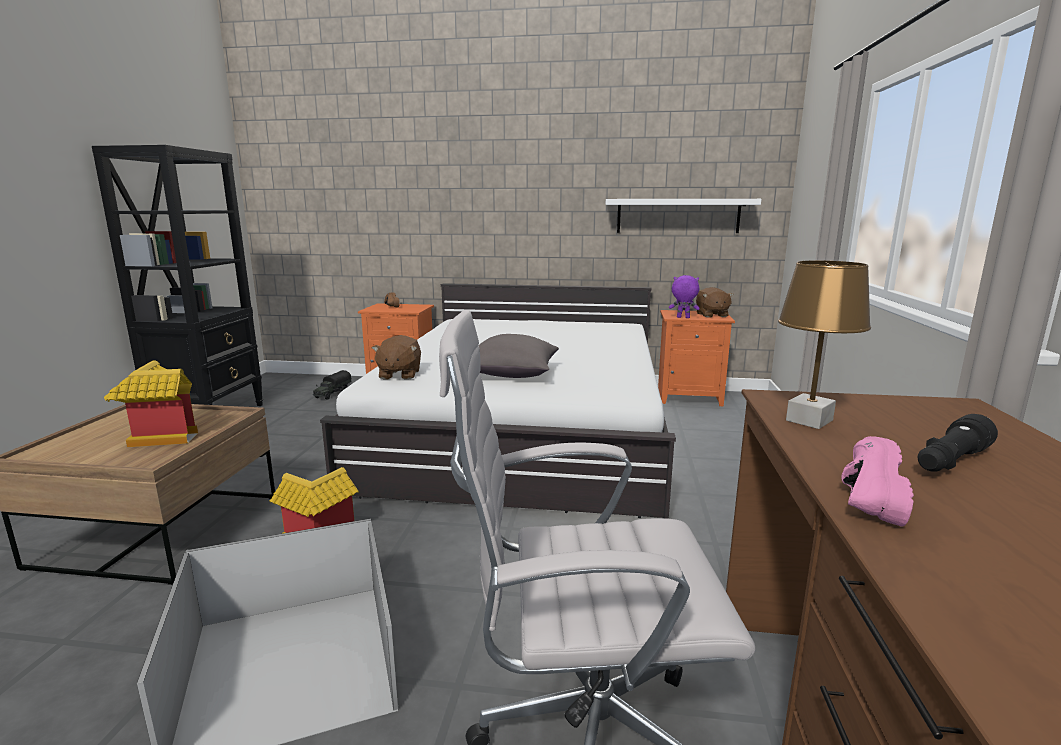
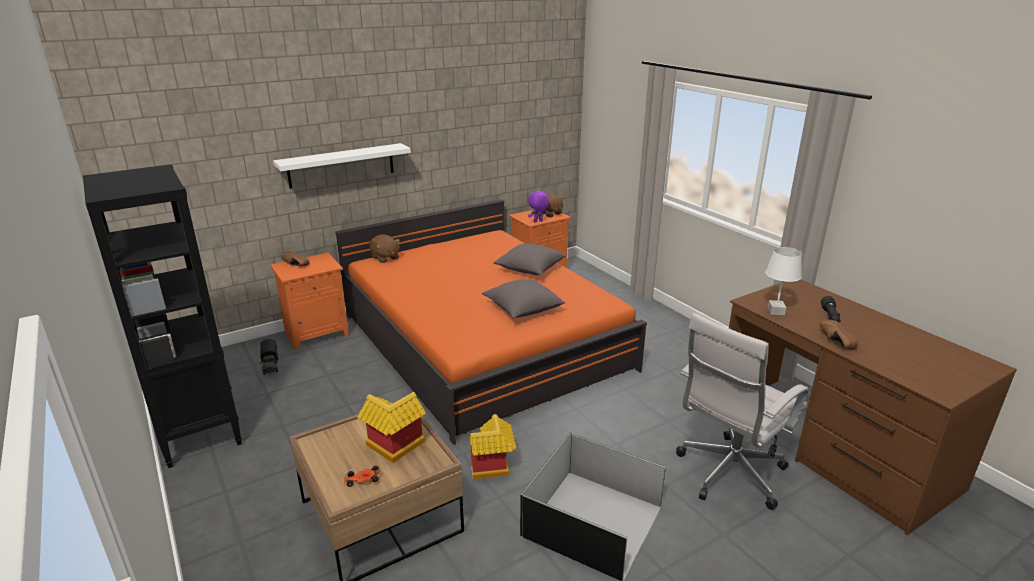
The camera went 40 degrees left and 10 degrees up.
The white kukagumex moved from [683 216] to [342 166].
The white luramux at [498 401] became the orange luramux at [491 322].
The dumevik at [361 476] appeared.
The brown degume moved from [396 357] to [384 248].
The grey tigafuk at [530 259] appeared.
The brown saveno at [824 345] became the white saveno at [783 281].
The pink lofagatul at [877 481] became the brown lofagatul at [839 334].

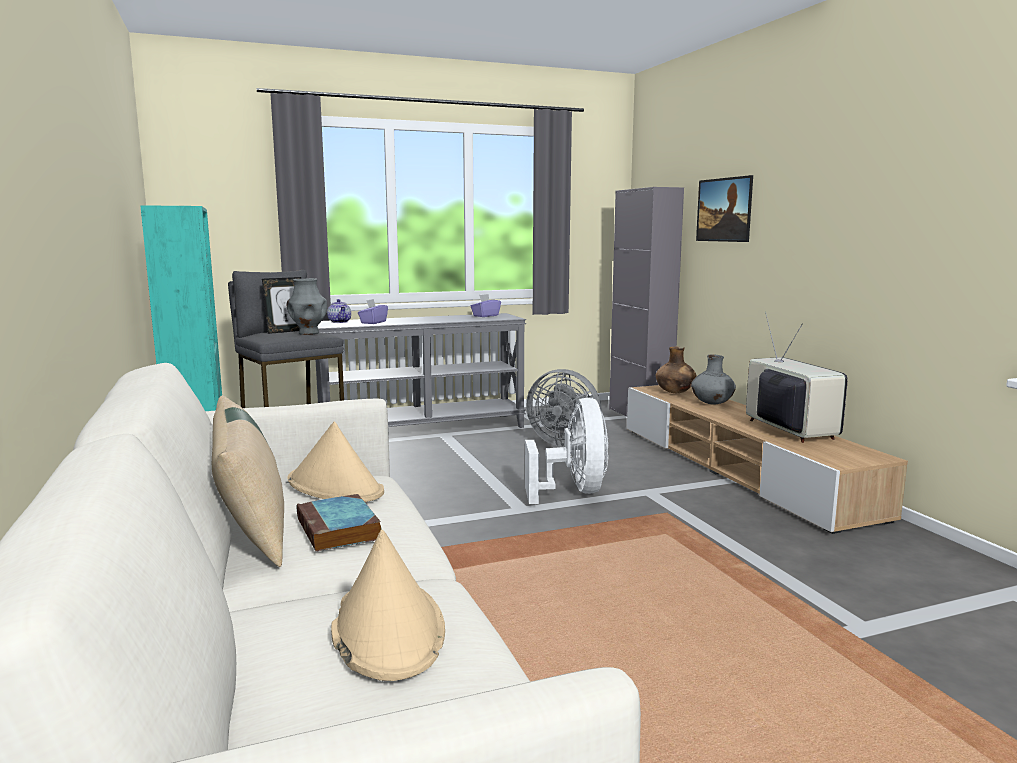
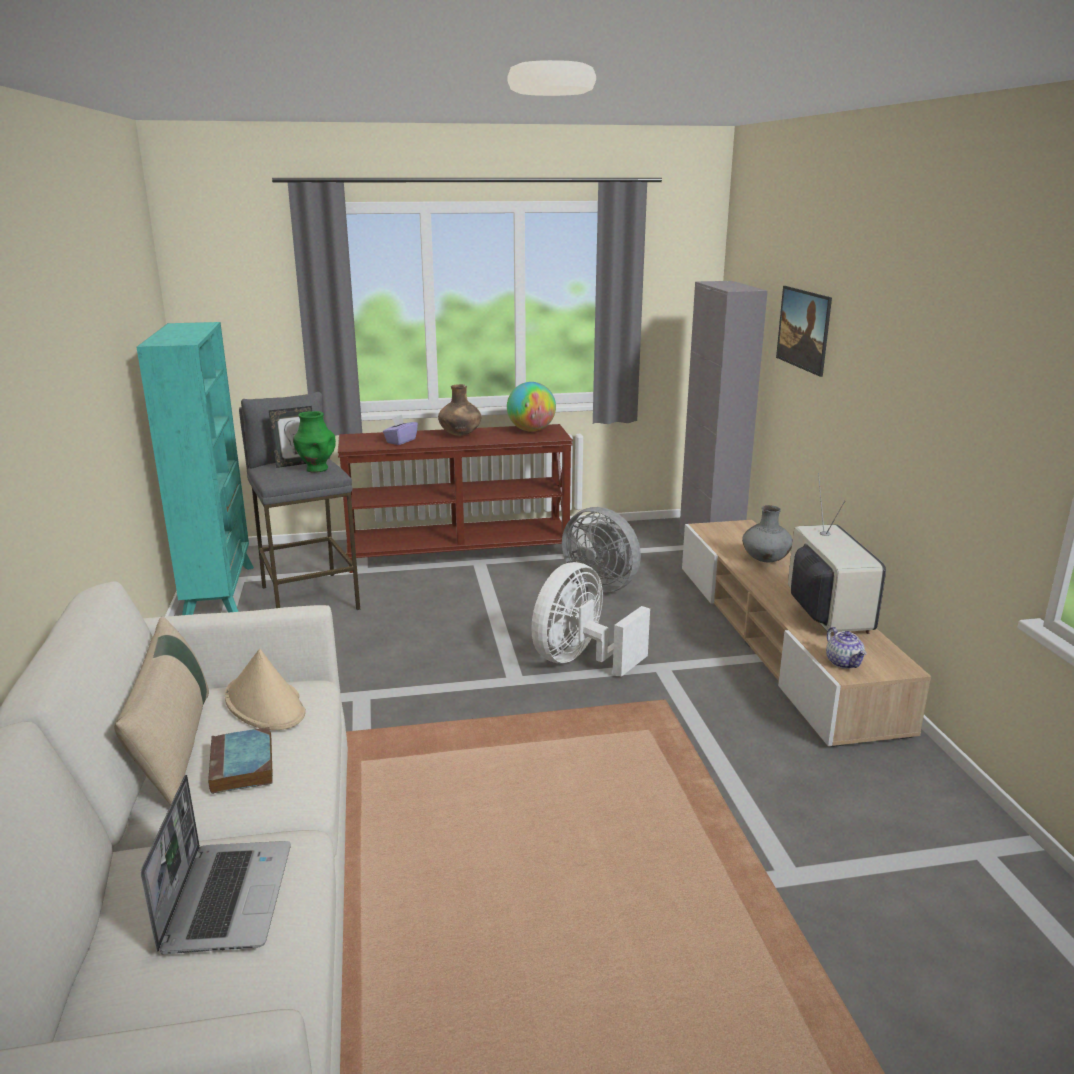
The camera went 10 degrees right and 10 degrees up.
The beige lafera at [388 605] was replaced by the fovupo at [216 864].
The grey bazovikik at [306 306] became the green bazovikik at [314 442].
The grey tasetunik at [421 370] became the brown tasetunik at [455 498].
The brown bazovikik moved from [676 369] to [459 410].
The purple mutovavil at [486 305] was replaced by the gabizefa at [531 407].
The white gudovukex at [567 451] turned 150 degrees counterclockwise.
The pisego moved from [339 311] to [846 648].

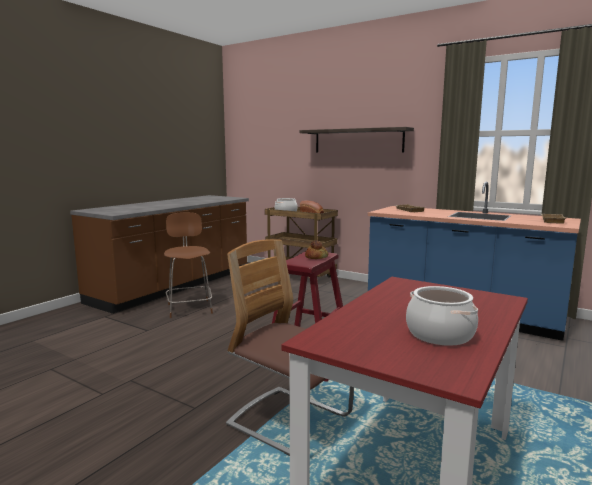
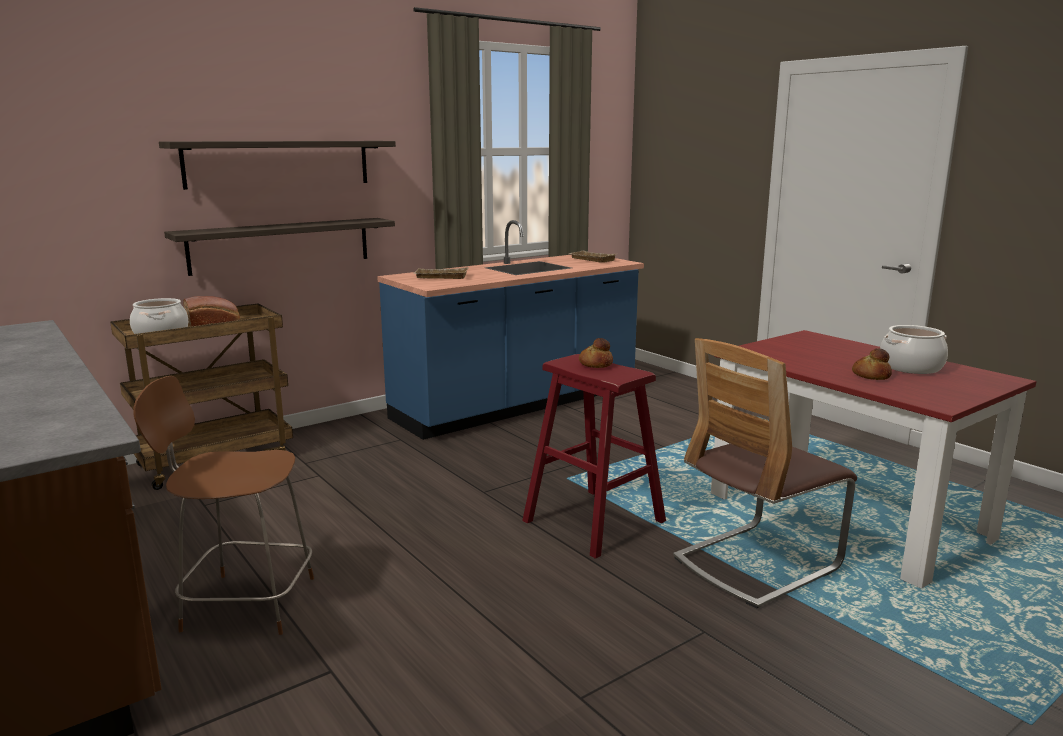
The camera went 70 degrees left and 5 degrees up.
The kukagumex at [279 247] appeared.
The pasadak at [872 364] appeared.

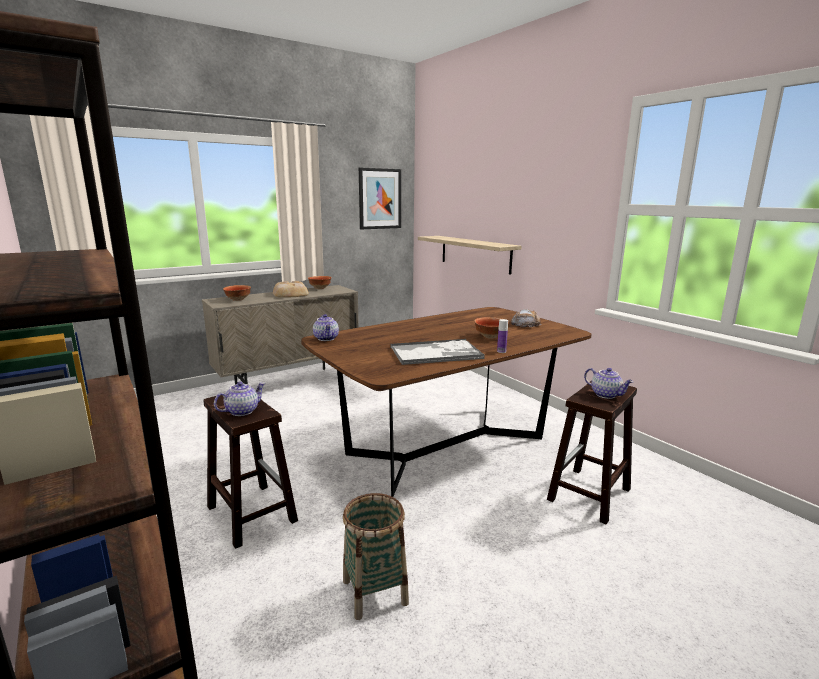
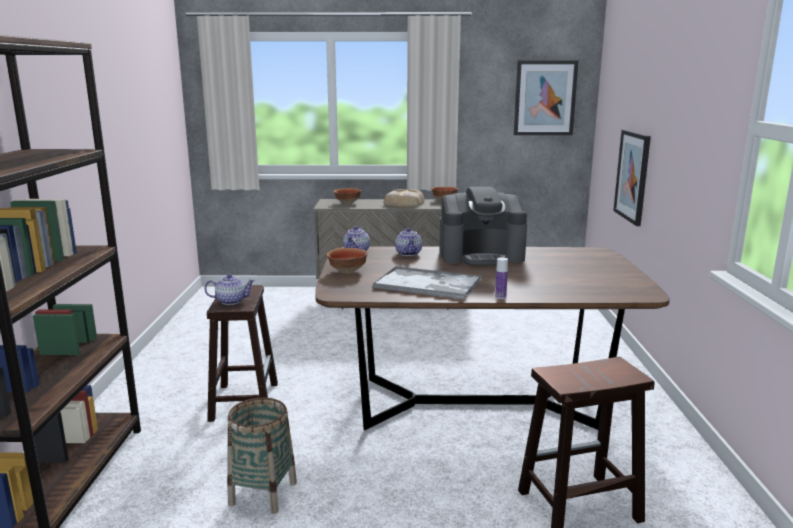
The camera went 35 degrees right and 0 degrees up.
The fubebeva moved from [491 328] to [347 261].
The pisego moved from [608 383] to [408 242].
The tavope at [483 226] appeared.
The kukagumex at [470 255] was replaced by the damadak at [632 178].
The pasadak at [526 318] disappeared.

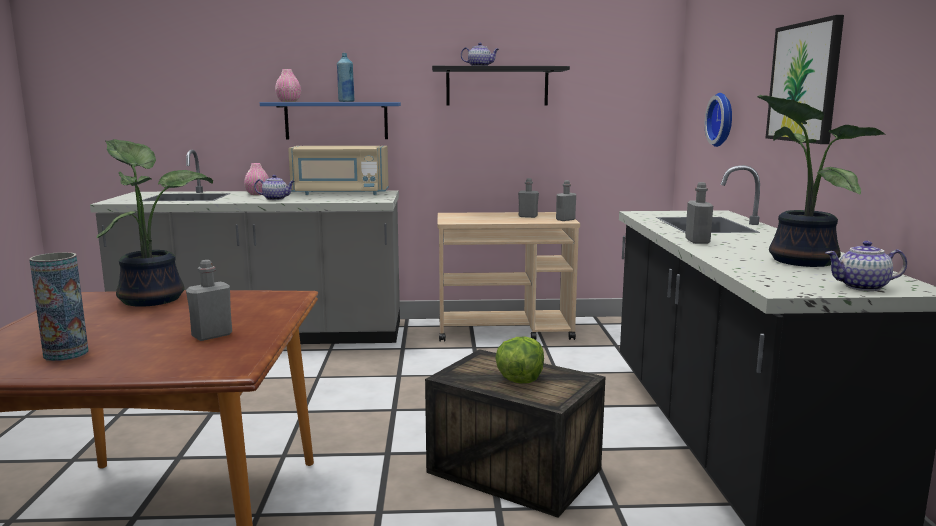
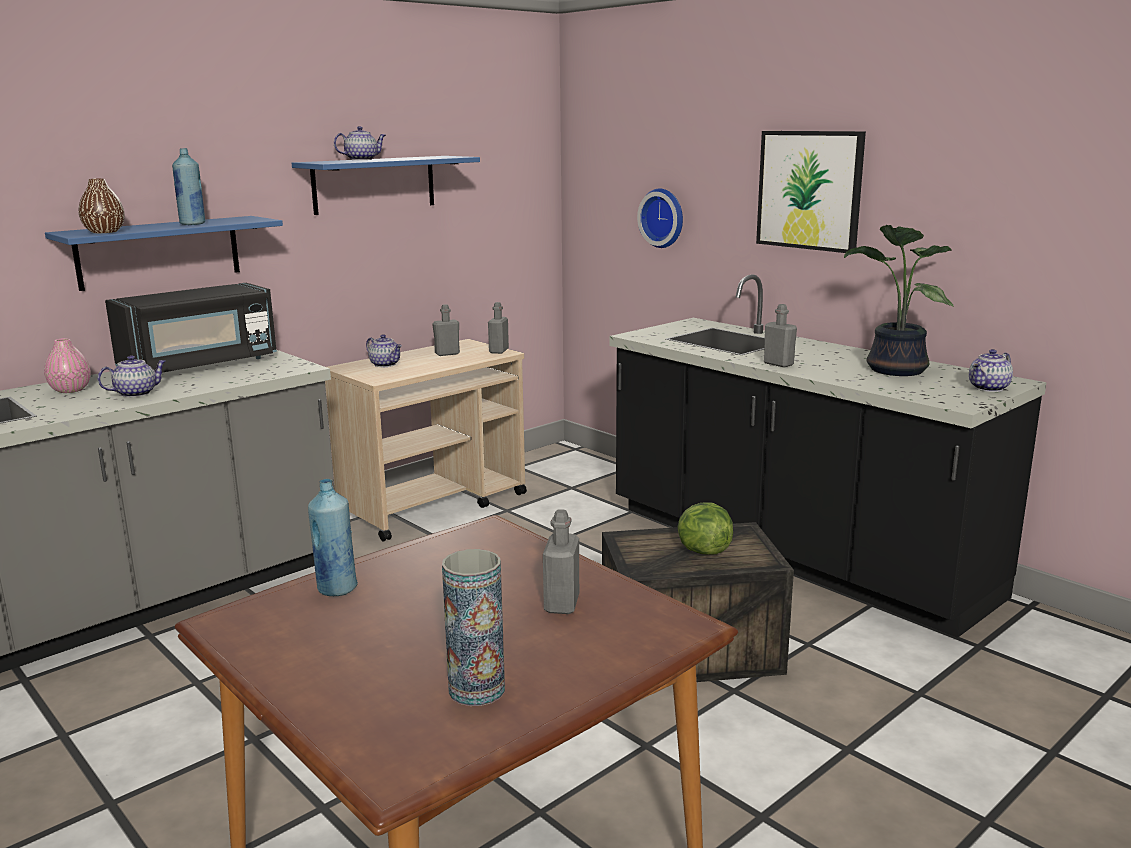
The camera went 40 degrees left and 5 degrees up.
The pink bazovikik at [288 85] became the brown bazovikik at [101 205].
The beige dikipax at [338 170] became the black dikipax at [191 328].
The black kukagumex at [501 85] became the blue kukagumex at [386 185].
The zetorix at [155 222] was replaced by the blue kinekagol at [333 537].
The pisego at [384 350] appeared.

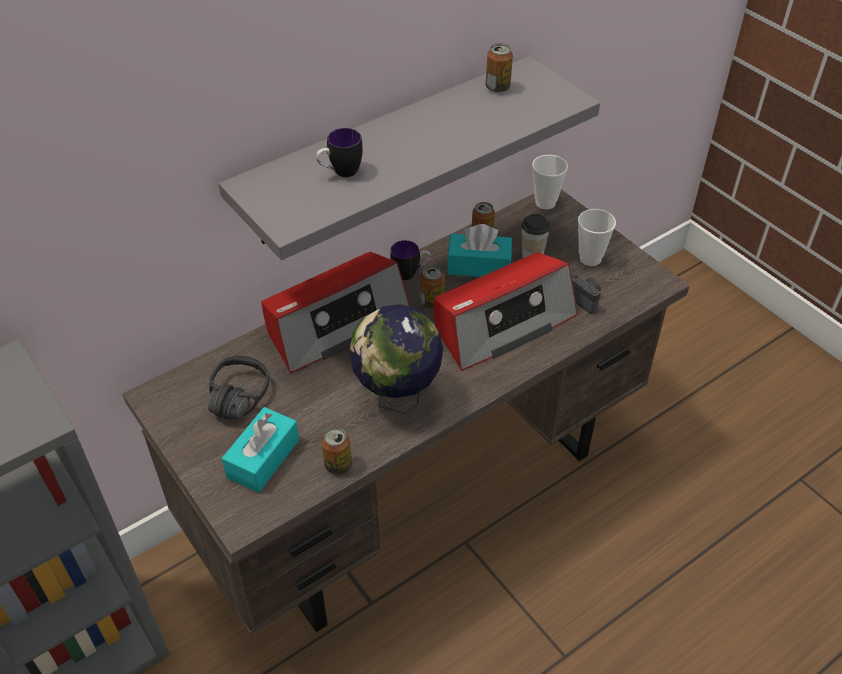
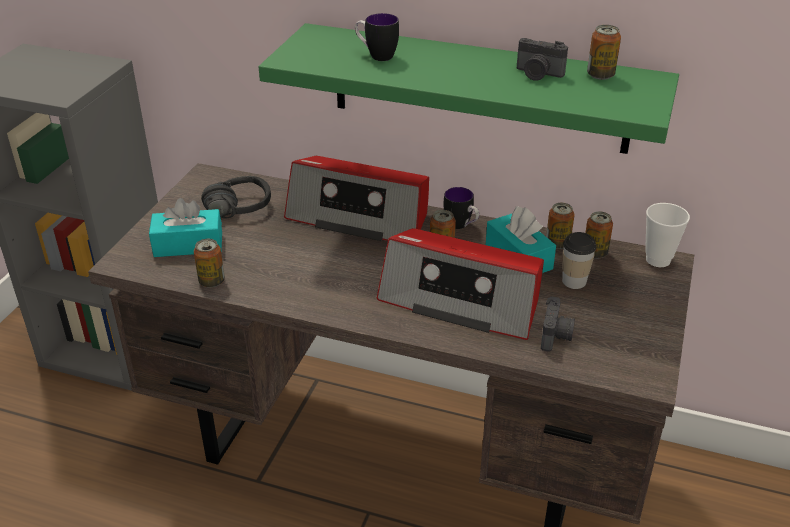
The camera went 55 degrees right and 10 degrees down.
The grey kukagumex at [409 158] became the green kukagumex at [469 88].
The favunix at [542 59] appeared.
The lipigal at [599 235] appeared.
The gabizefa at [396 359] disappeared.
The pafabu at [597 237] disappeared.

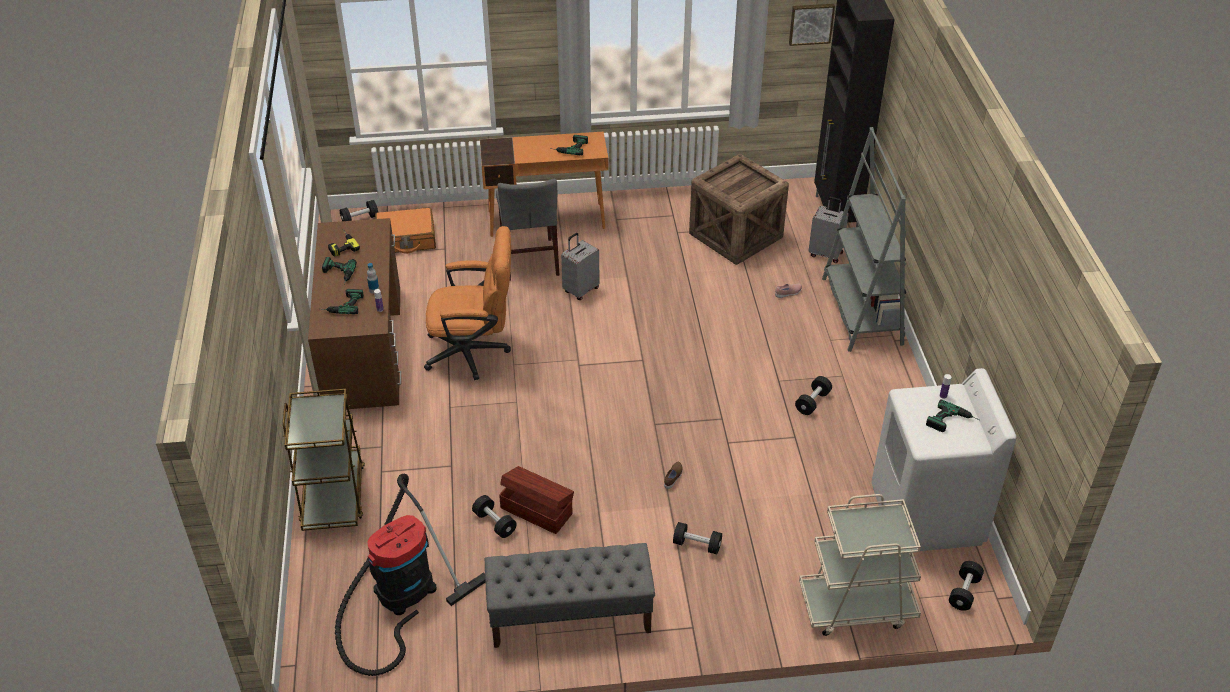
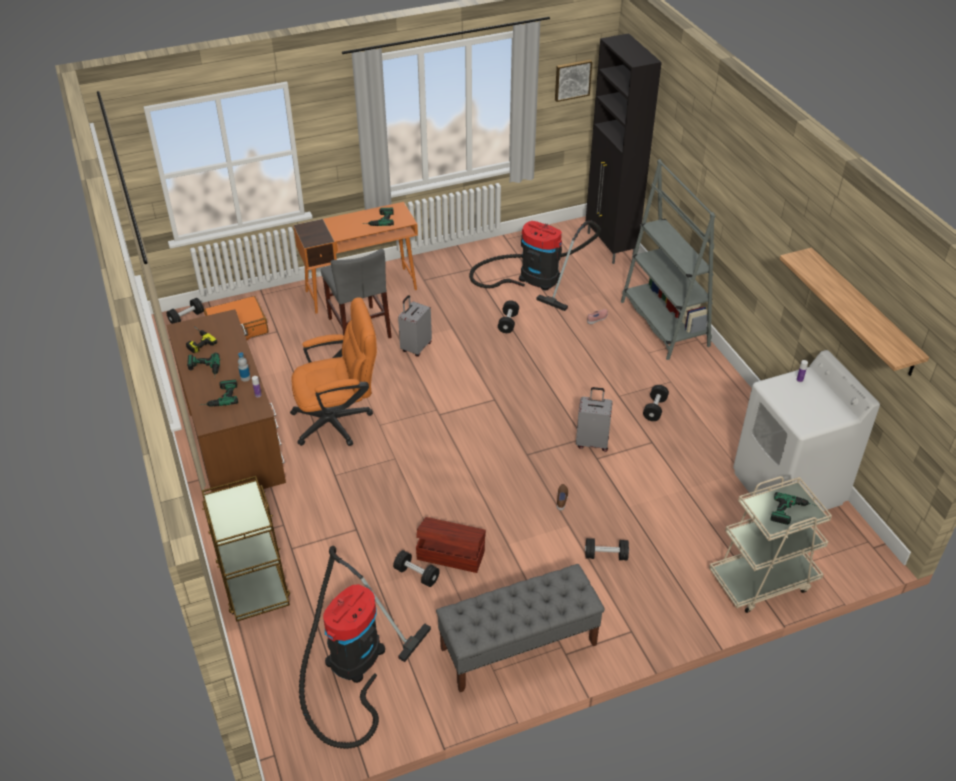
The camera went 15 degrees left and 0 degrees up.
The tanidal at [739 209] was replaced by the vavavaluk at [535 265].
The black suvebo moved from [966 586] to [508 316].
The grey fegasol moved from [828 230] to [594 419].
The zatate moved from [952 415] to [793 508].
The kukagumex at [854 312] appeared.

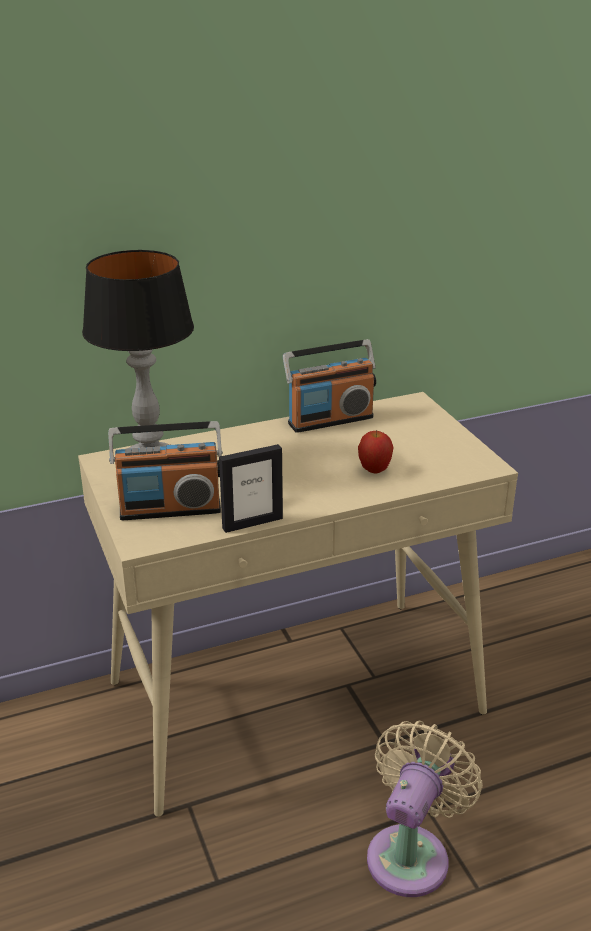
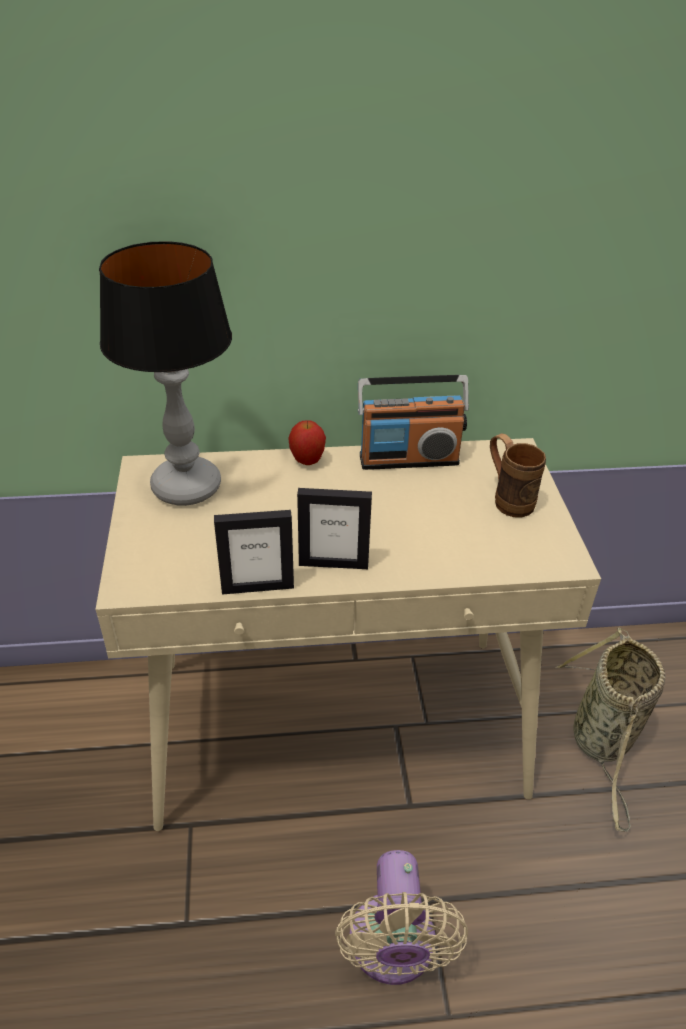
The camera went 15 degrees right and 10 degrees up.
The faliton moved from [376 451] to [307 442].
The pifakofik at [334 528] appeared.
The beige gudovukex at [425 809] turned 135 degrees clockwise.
The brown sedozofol at [518 475] appeared.
The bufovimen at [611 730] appeared.
The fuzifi at [165 470] disappeared.

